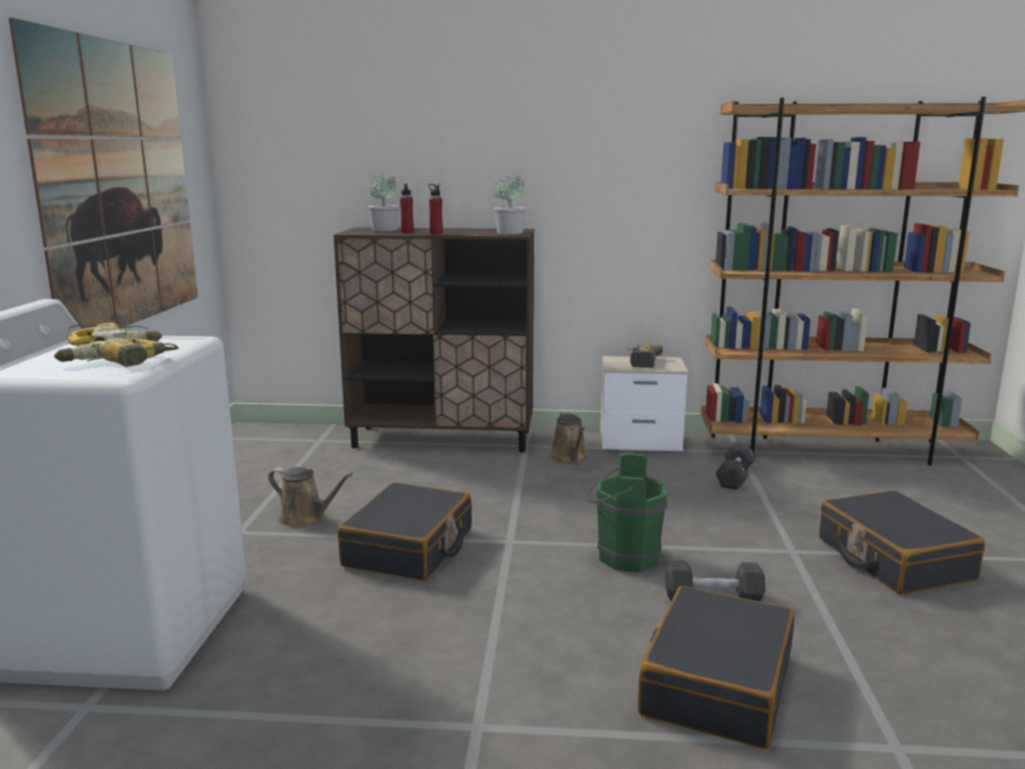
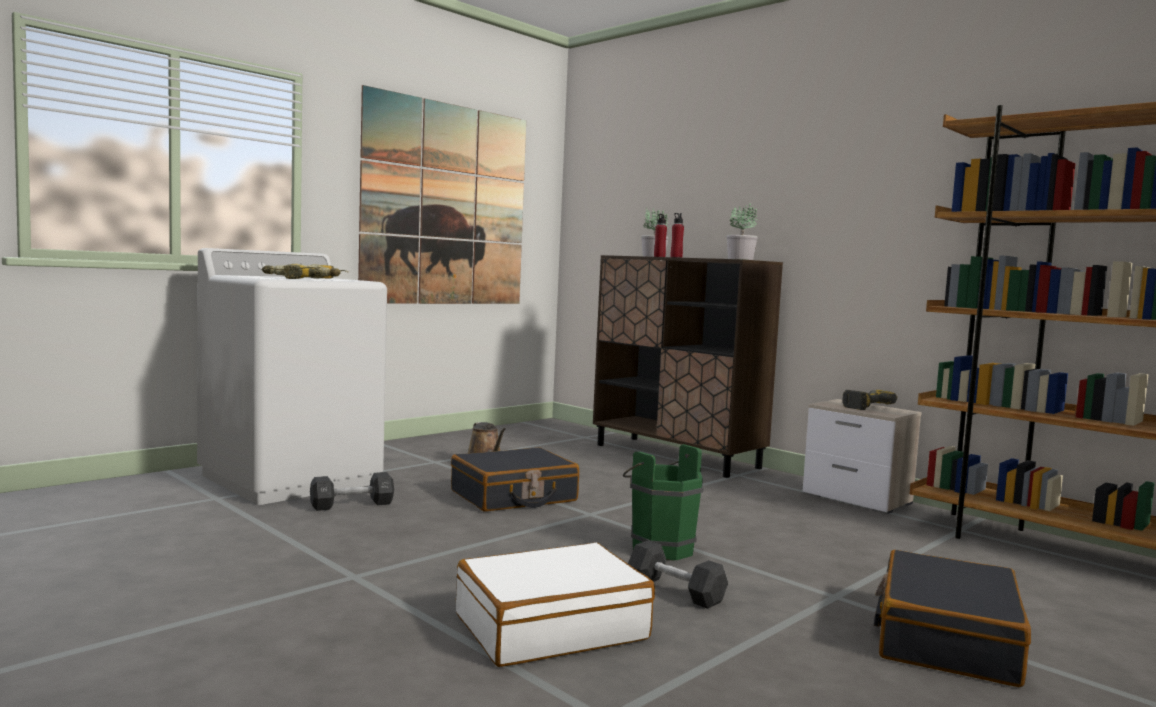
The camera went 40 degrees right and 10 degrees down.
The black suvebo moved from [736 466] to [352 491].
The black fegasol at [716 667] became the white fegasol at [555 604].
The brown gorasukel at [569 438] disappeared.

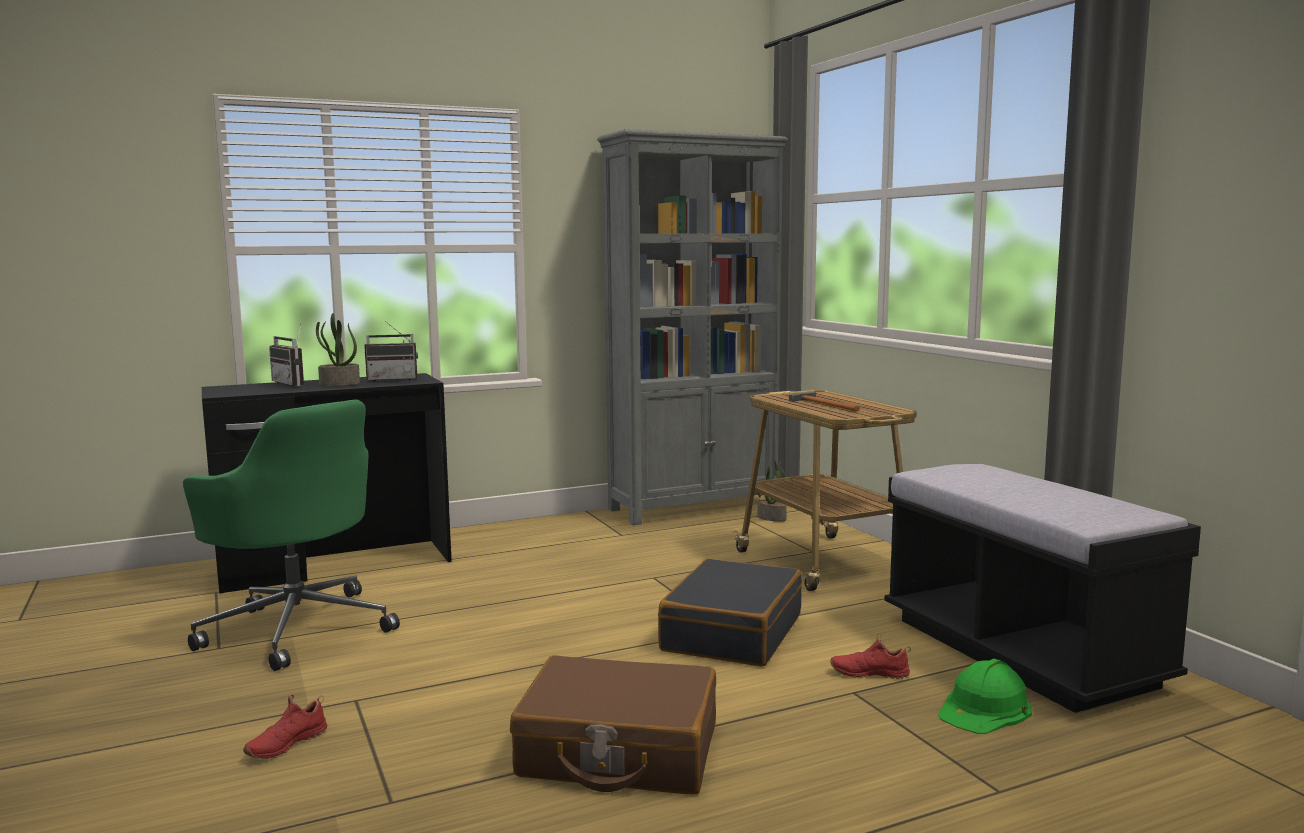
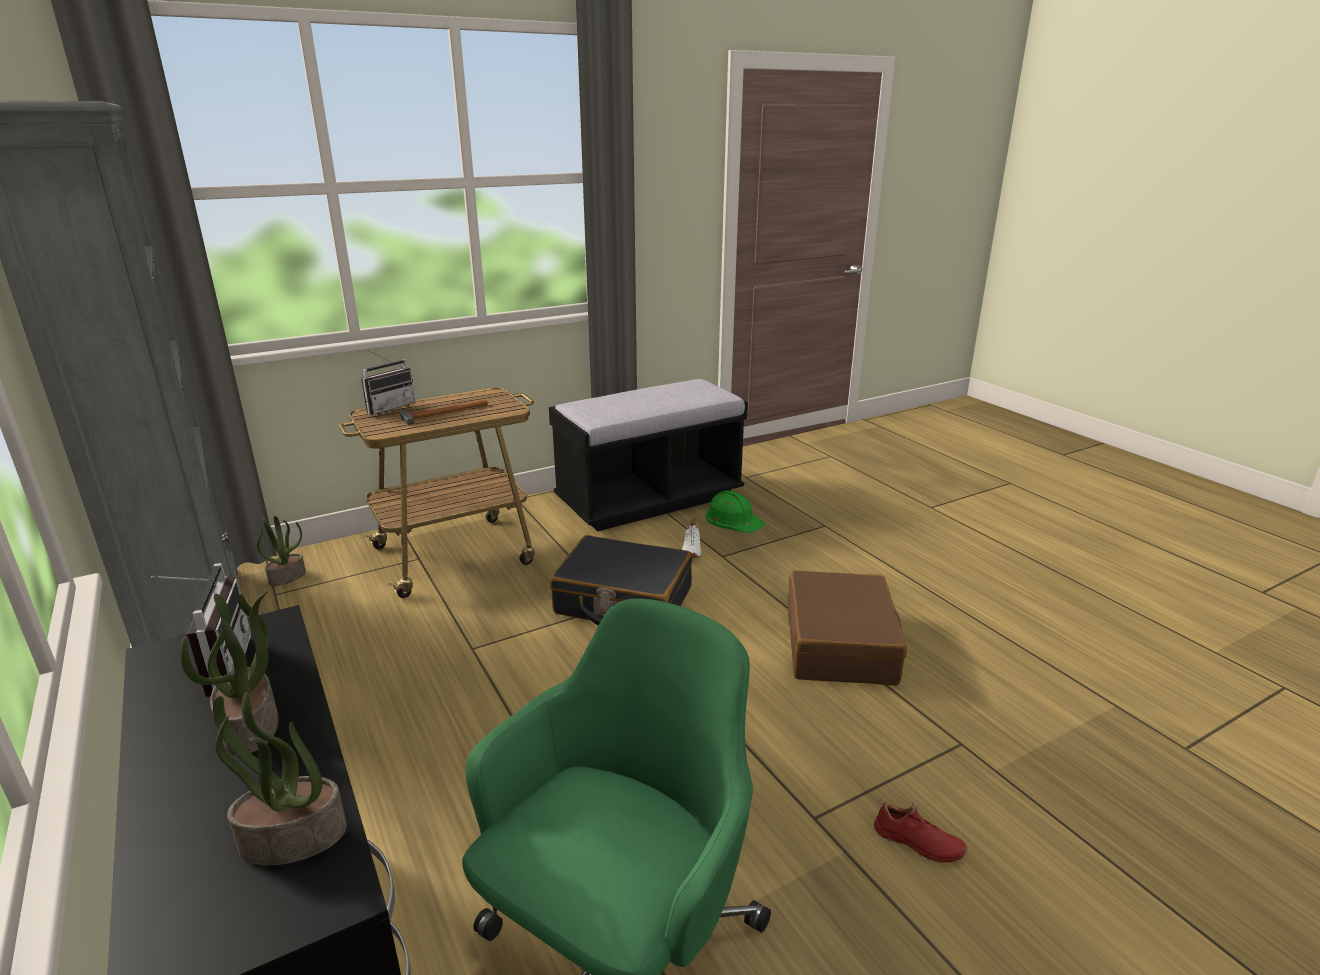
The camera went 95 degrees left and 15 degrees up.
The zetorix at [280 779] appeared.
The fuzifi moved from [286 355] to [388 382].
The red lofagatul at [870 656] became the white lofagatul at [691 538].

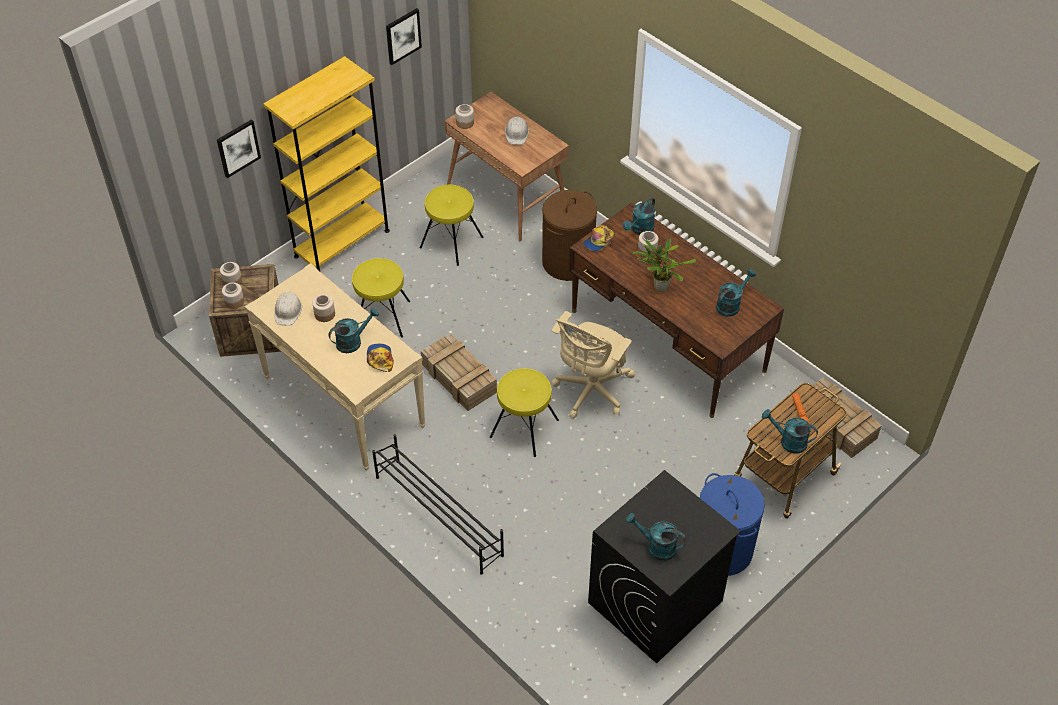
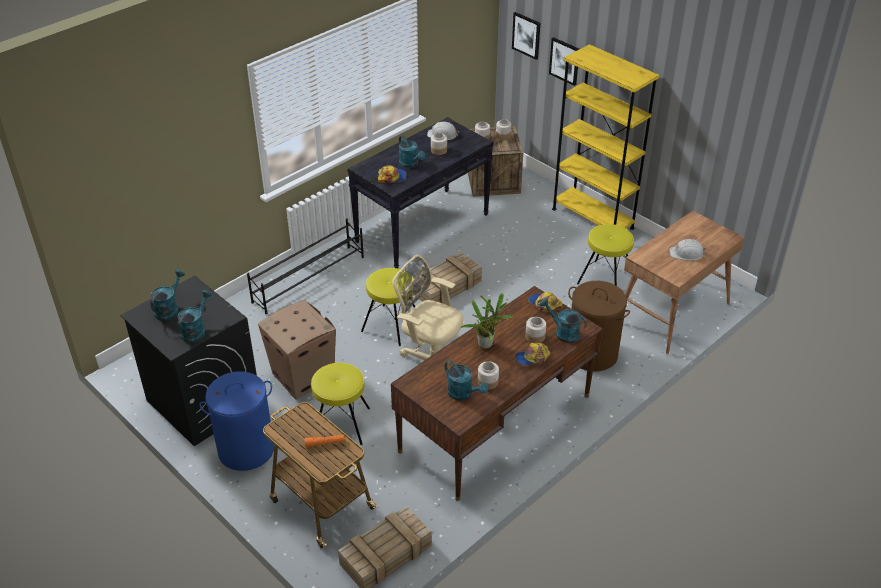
The camera went 90 degrees right and 10 degrees down.
The turquoise gorasukel moved from [790 431] to [194 316].
The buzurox at [297 350] appeared.
The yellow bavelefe moved from [381 298] to [340 404].
The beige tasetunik at [335 367] became the black tasetunik at [421 192].
The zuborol moved from [464 116] to [488 375].
The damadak moved from [404 36] to [526 36].
The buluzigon at [532 354] appeared.

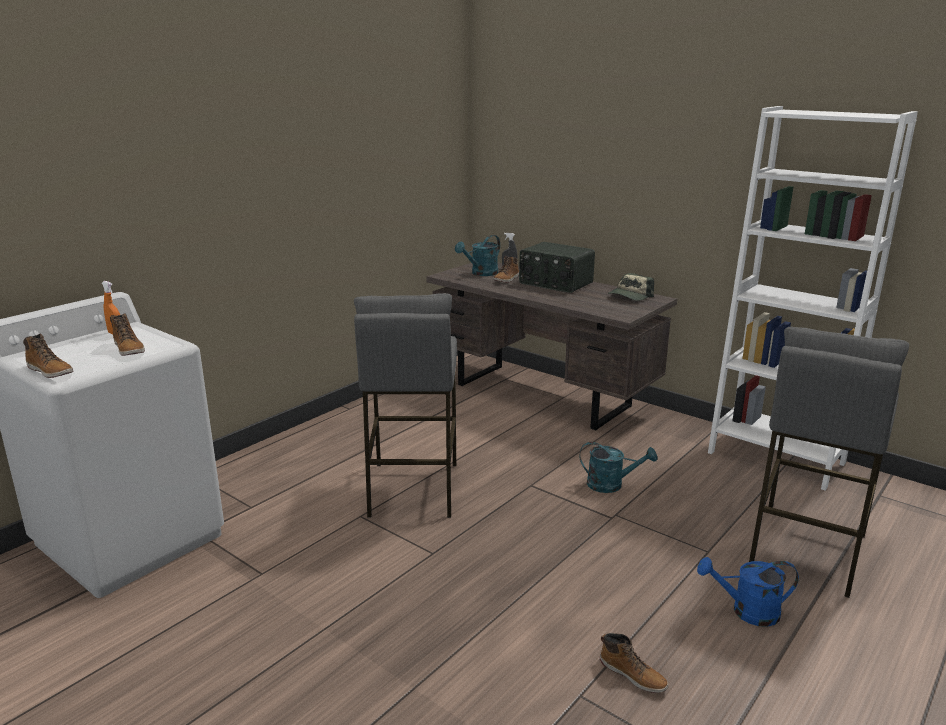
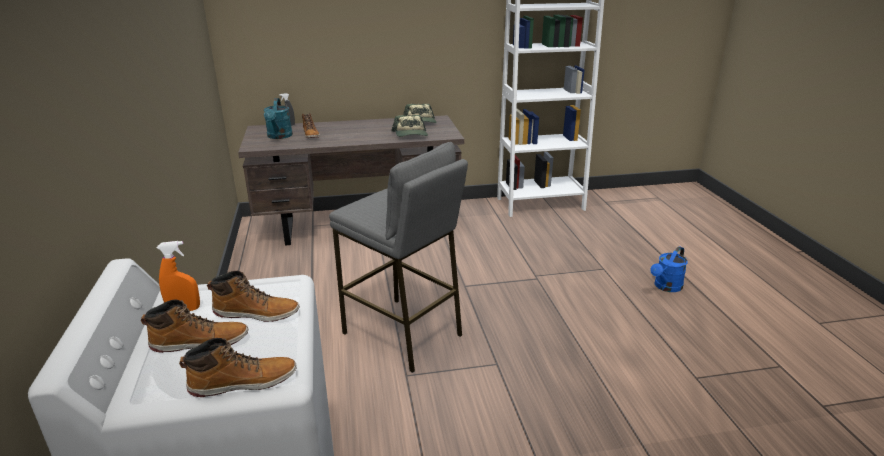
The camera went 50 degrees left and 5 degrees up.
The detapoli moved from [634 663] to [194 326].
The buluzigon at [409 126] appeared.
The fuzifi at [557 267] disappeared.
The turquoise gorasukel at [618 467] disappeared.
The grey bavelefe at [829 462] disappeared.

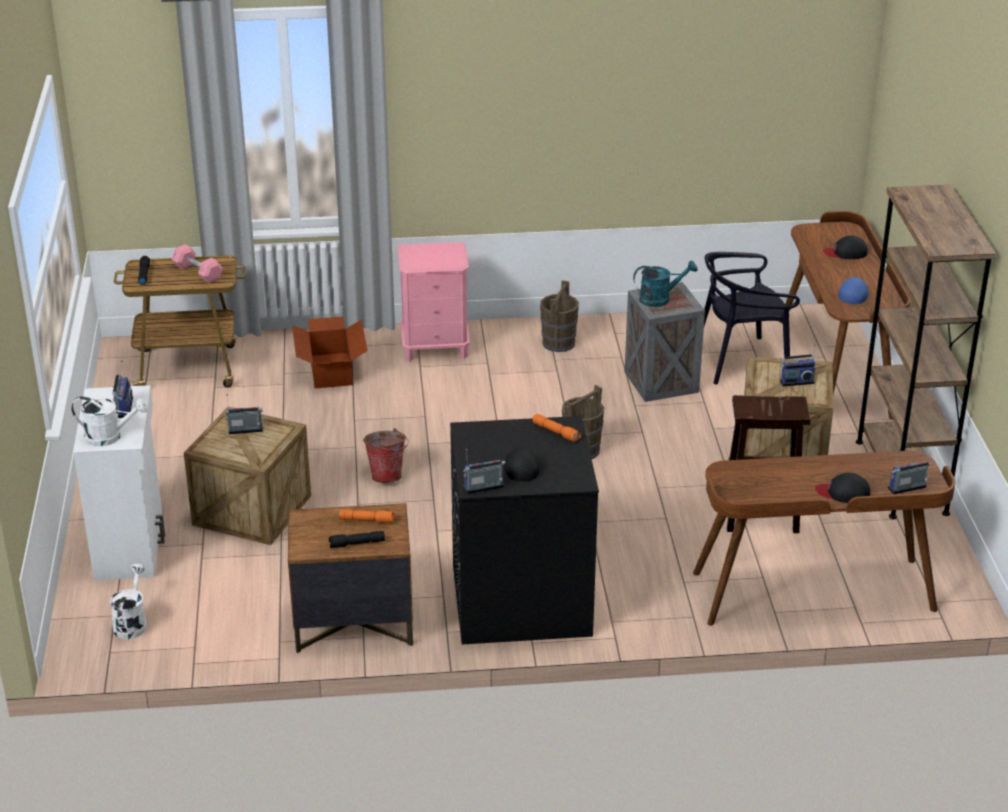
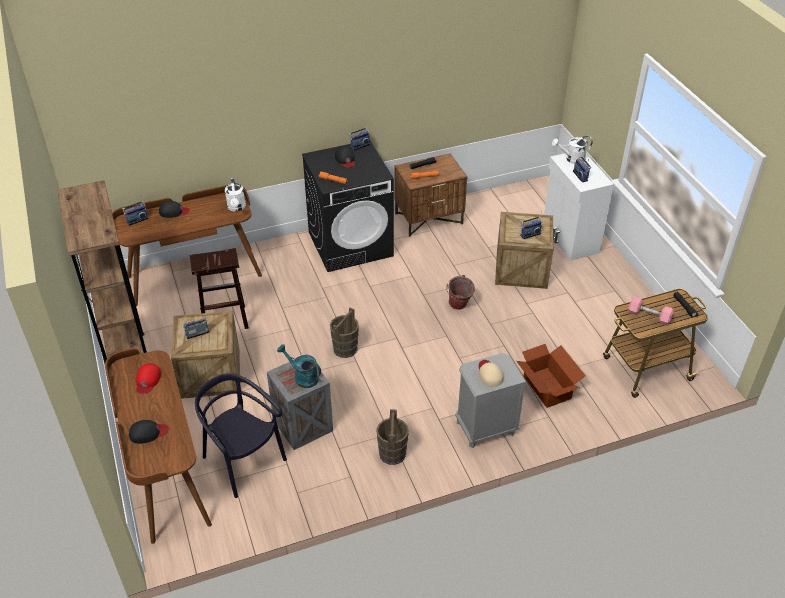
The camera went 165 degrees right and 10 degrees up.
The blue buluzigon at [853 290] became the red buluzigon at [148 378].
The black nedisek at [752 318] turned 105 degrees counterclockwise.
The white gorasukel moved from [128 601] to [235 195].
The turquoise gorasukel at [665 283] turned 60 degrees clockwise.
The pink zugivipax at [434 301] became the grey zugivipax at [491 400].
The beige buluzigon at [491 373] appeared.

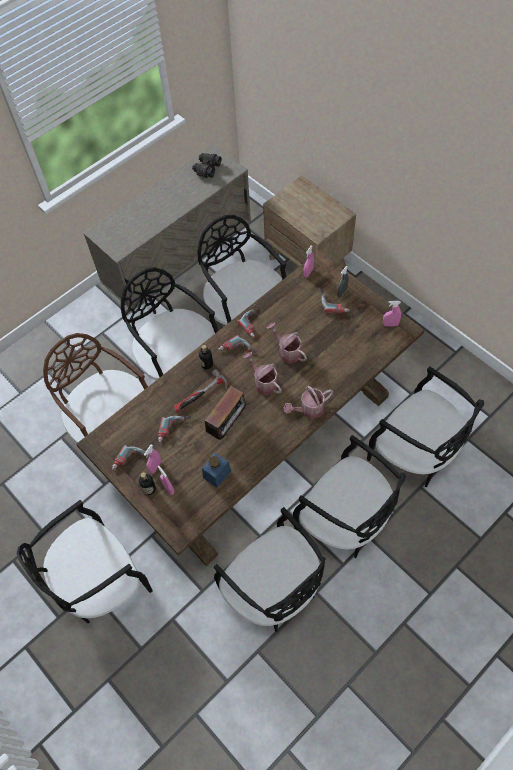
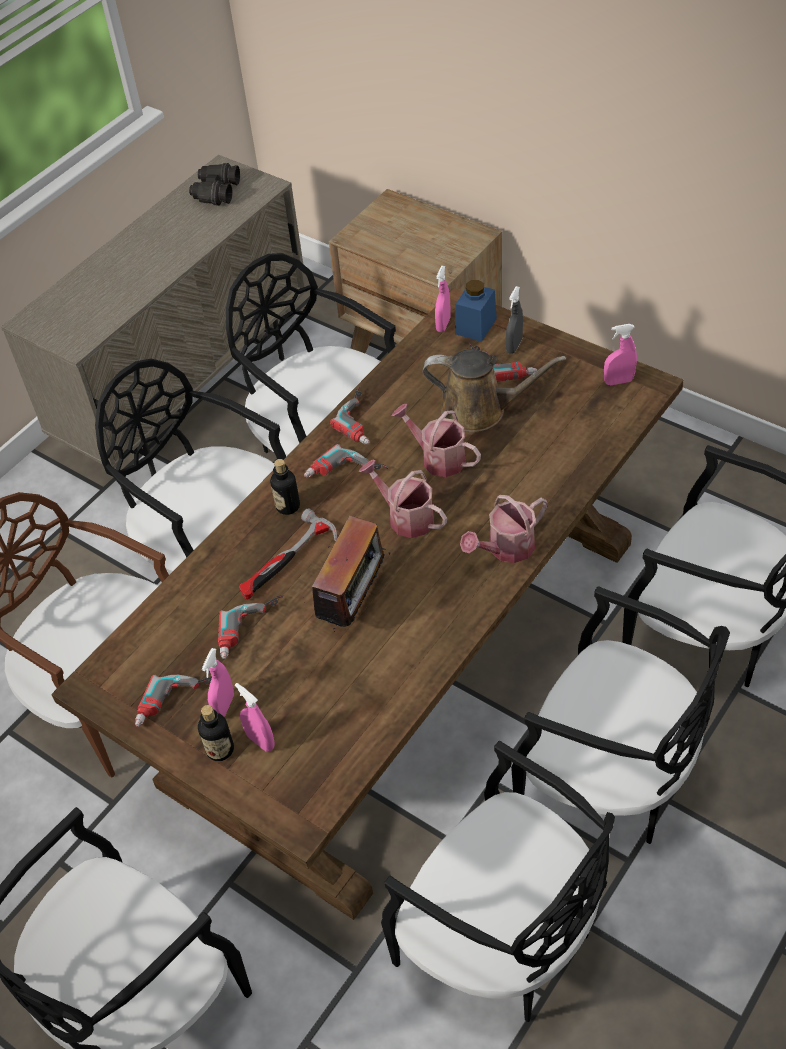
The camera went 10 degrees left and 10 degrees down.
The brown gorasukel at [494 390] appeared.
The blue zuborol moved from [216 470] to [476 311].

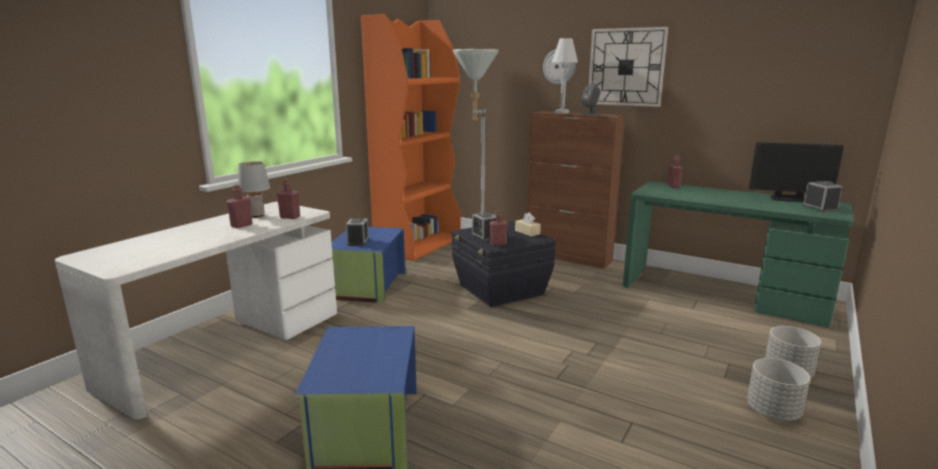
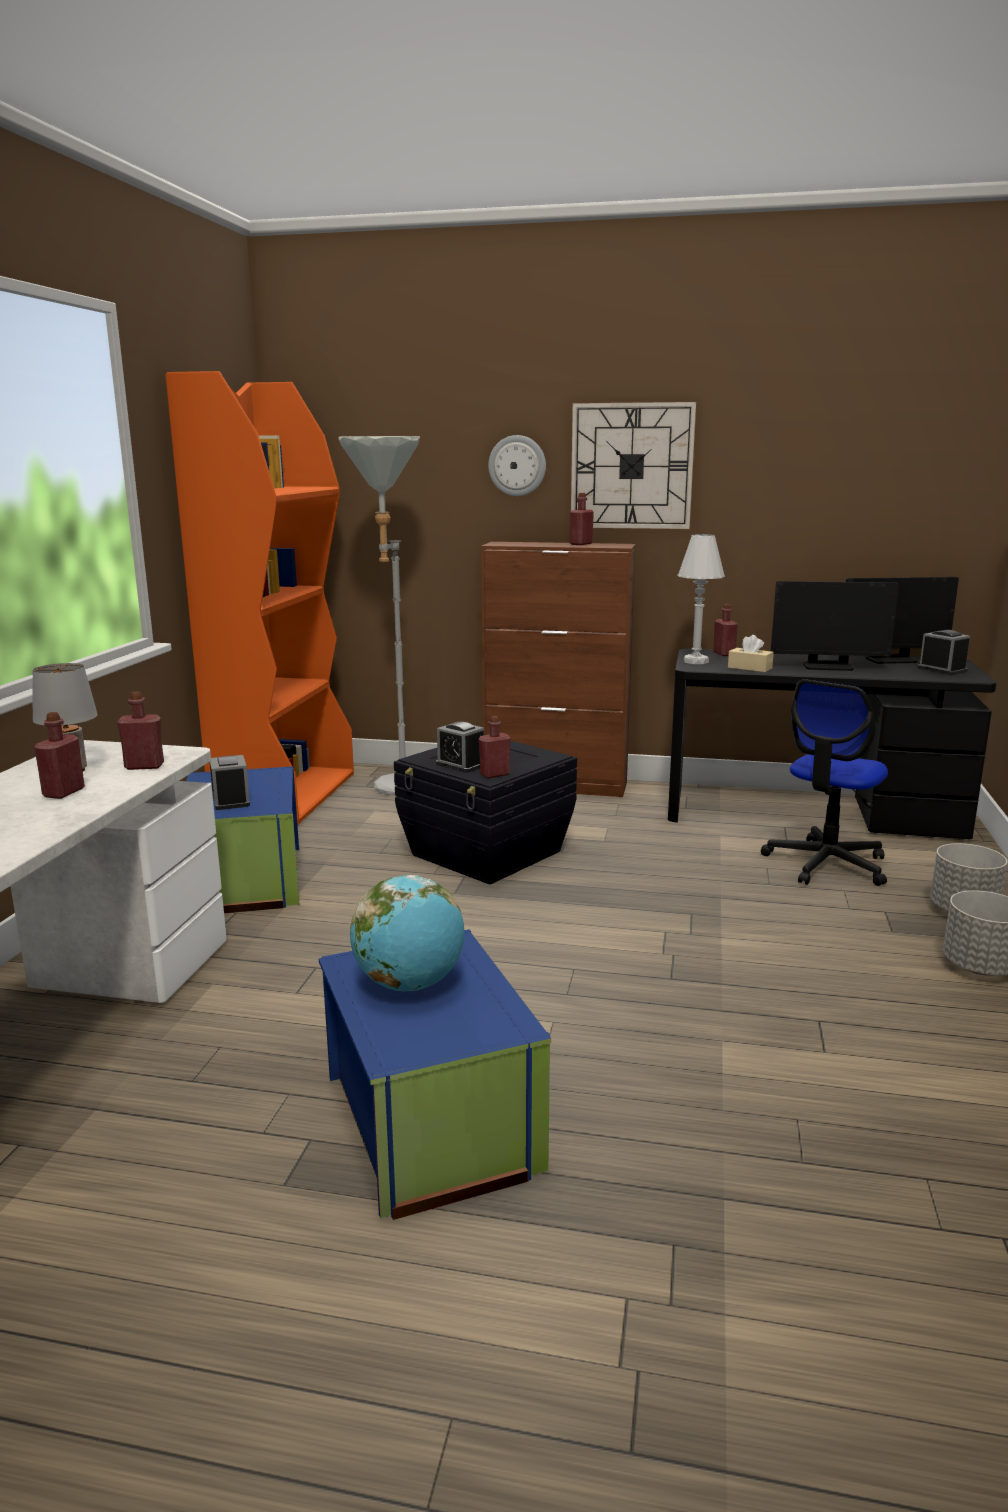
The camera went 20 degrees left and 0 degrees up.
The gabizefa at [407 933] appeared.
The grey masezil at [591 99] was replaced by the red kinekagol at [582 519].
The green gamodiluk at [738 254] became the black gamodiluk at [832 744].
The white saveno moved from [564 75] to [701 599].
The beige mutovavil moved from [528 224] to [751 653].
The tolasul at [824 782] appeared.
The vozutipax at [835 626] appeared.

